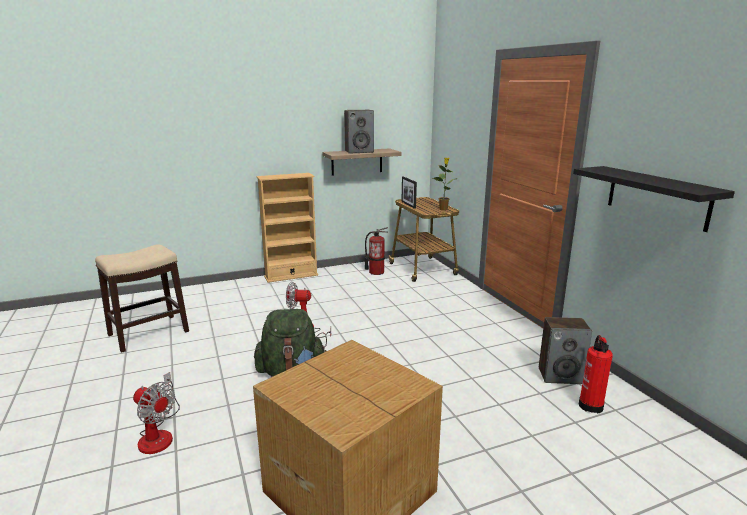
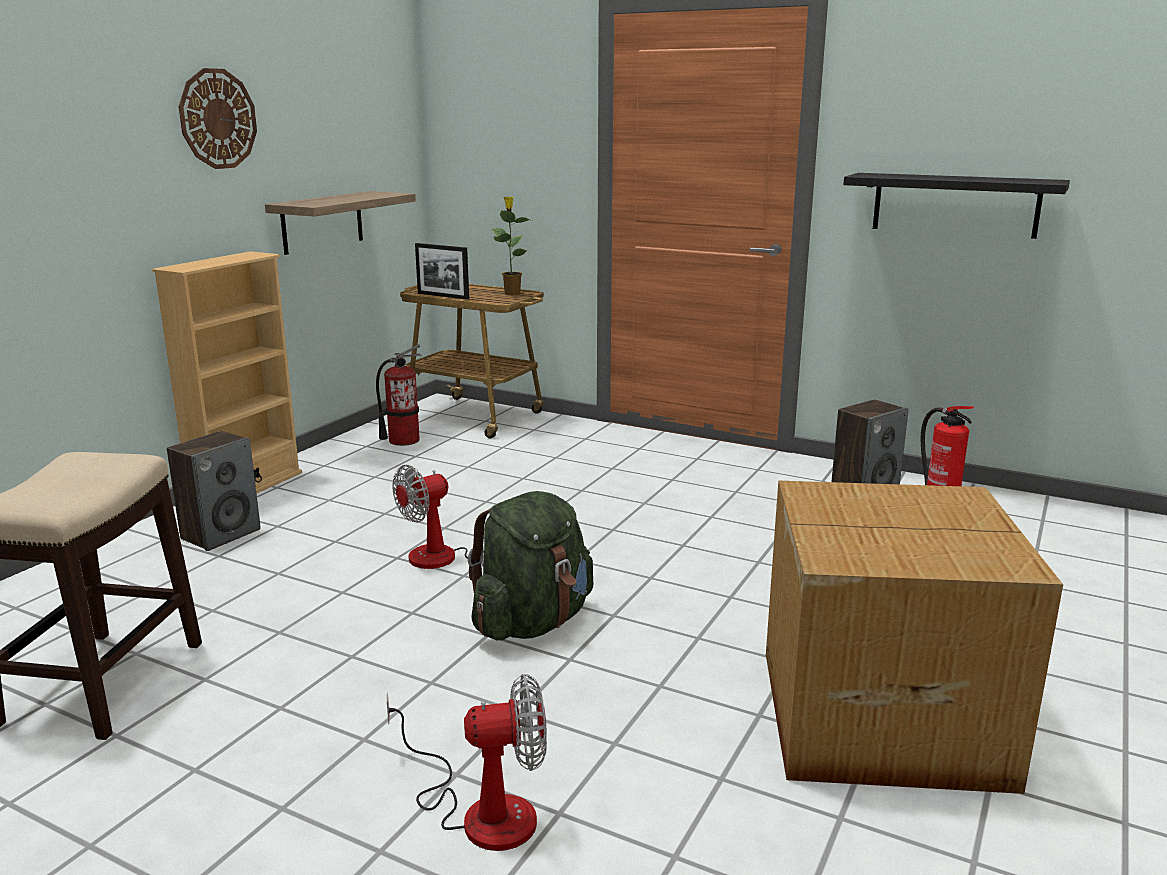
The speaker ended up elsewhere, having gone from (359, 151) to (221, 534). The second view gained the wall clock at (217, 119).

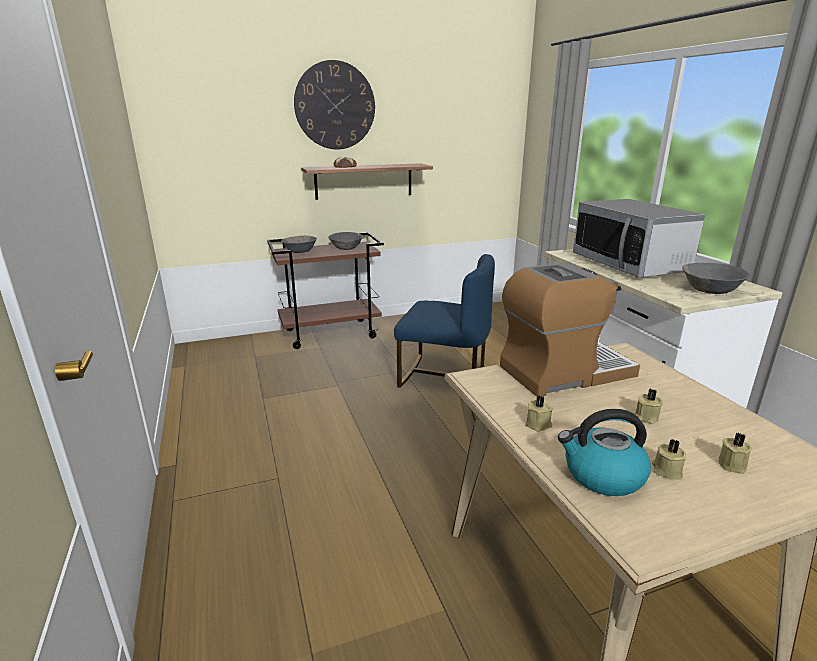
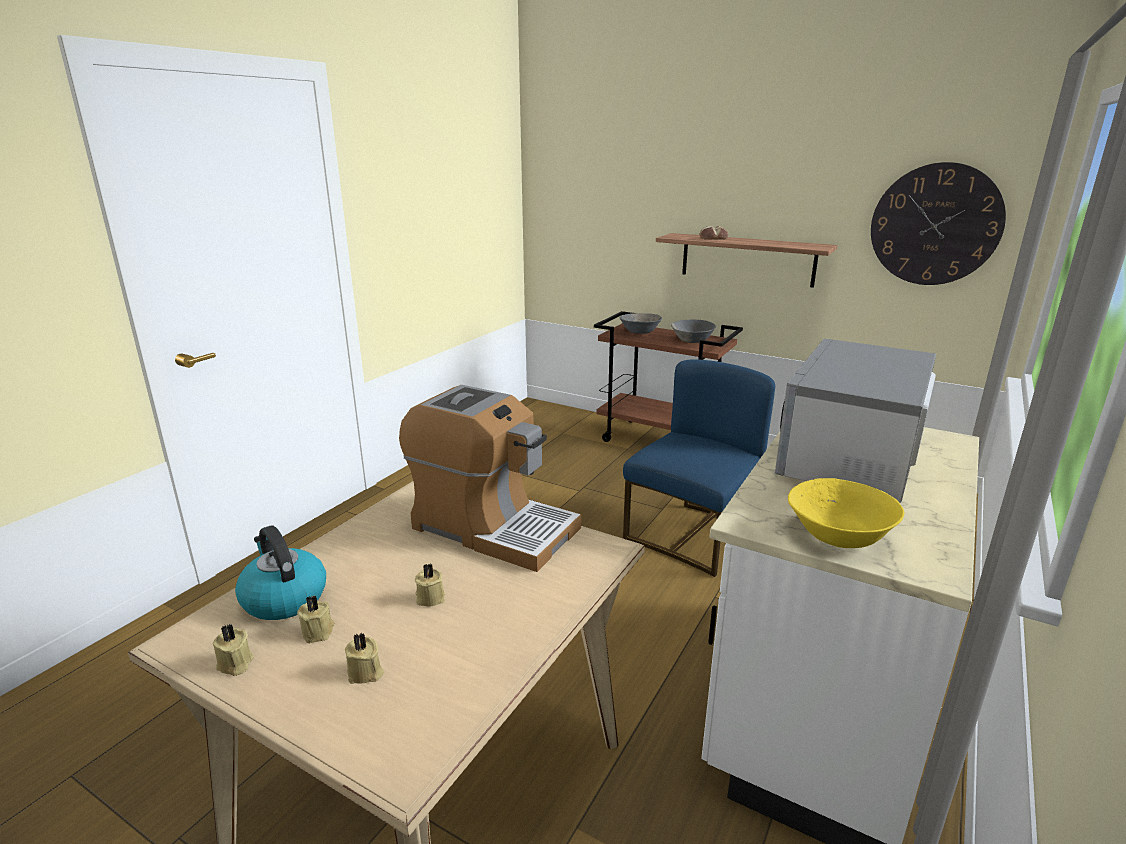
The wall clock ended up elsewhere, having gone from (335, 106) to (935, 225). The blue chair at (443, 376) ended up facing another way, 120 degrees counterclockwise from before. What was the grey bowl at (710, 290) turned into the yellow bowl at (840, 535). The beige candle ended up elsewhere, having gone from (538, 425) to (235, 664).

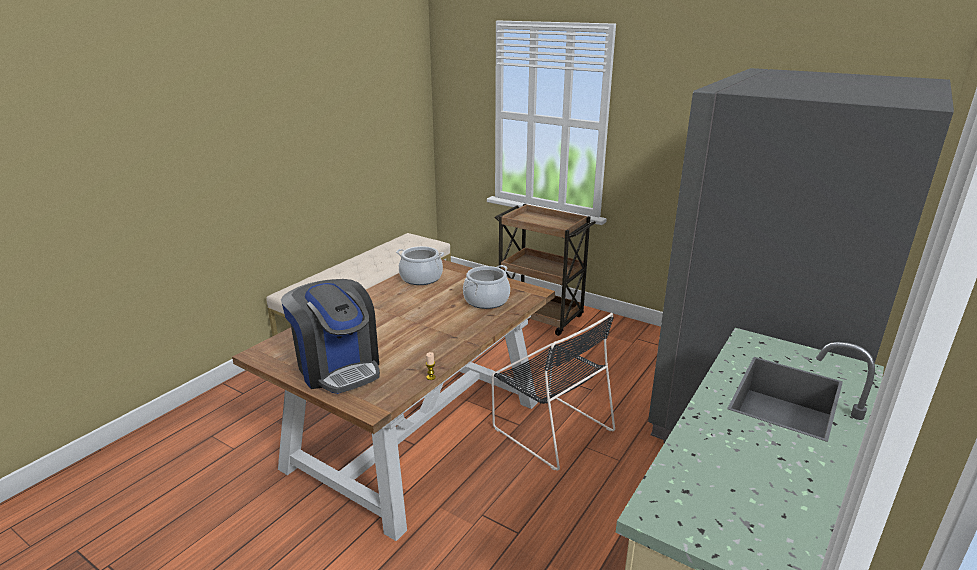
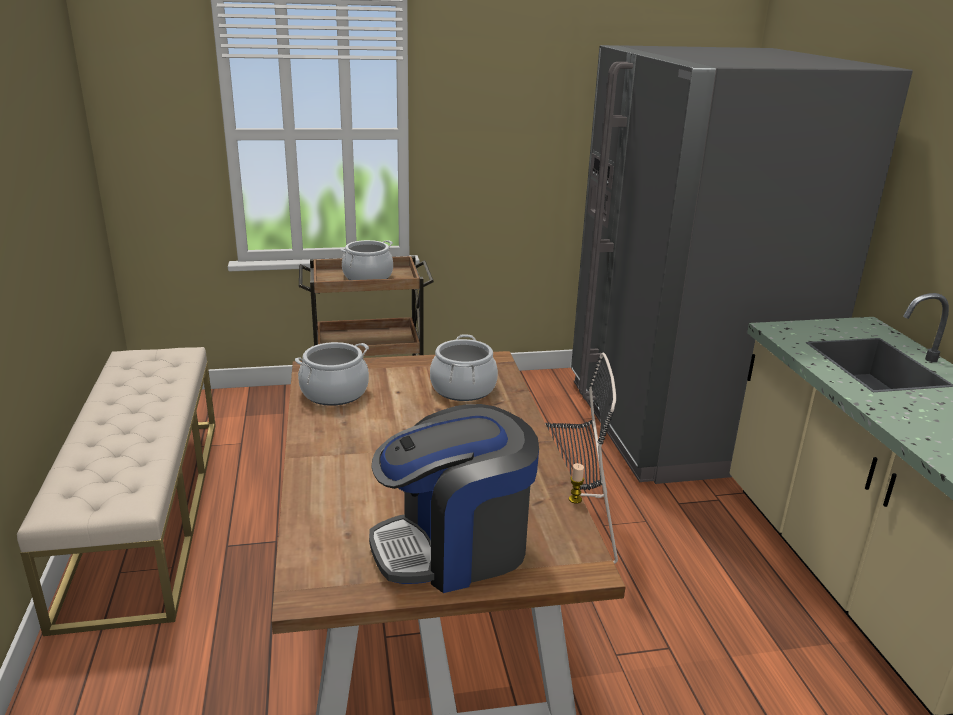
The coffee machine at (338, 367) ended up facing another way, 150 degrees clockwise from before. The second view gained the cooking pot at (367, 277).

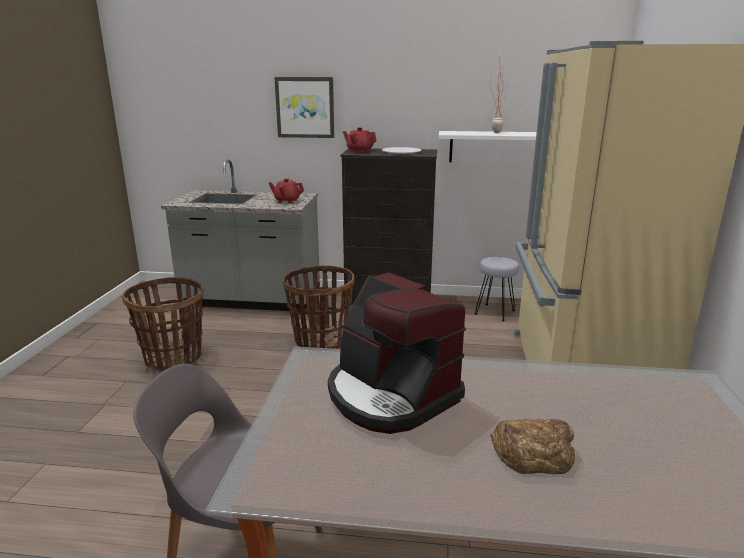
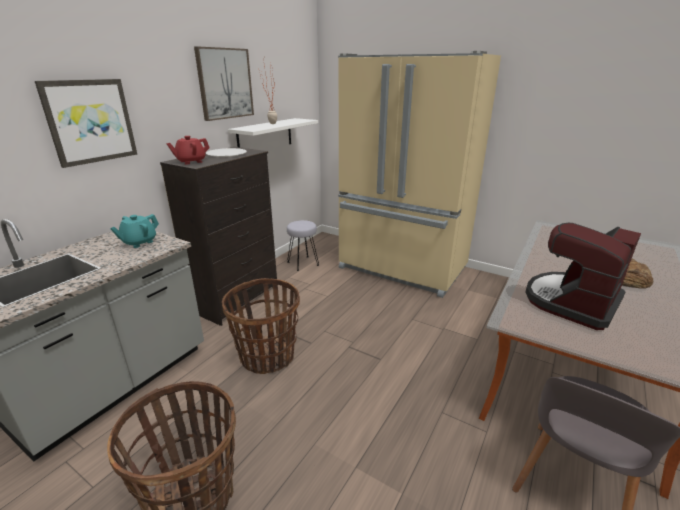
What was the red teapot at (287, 201) turned into the turquoise teapot at (139, 242). The coffee machine at (390, 395) ended up facing another way, 150 degrees clockwise from before. The second view gained the picture at (225, 83).

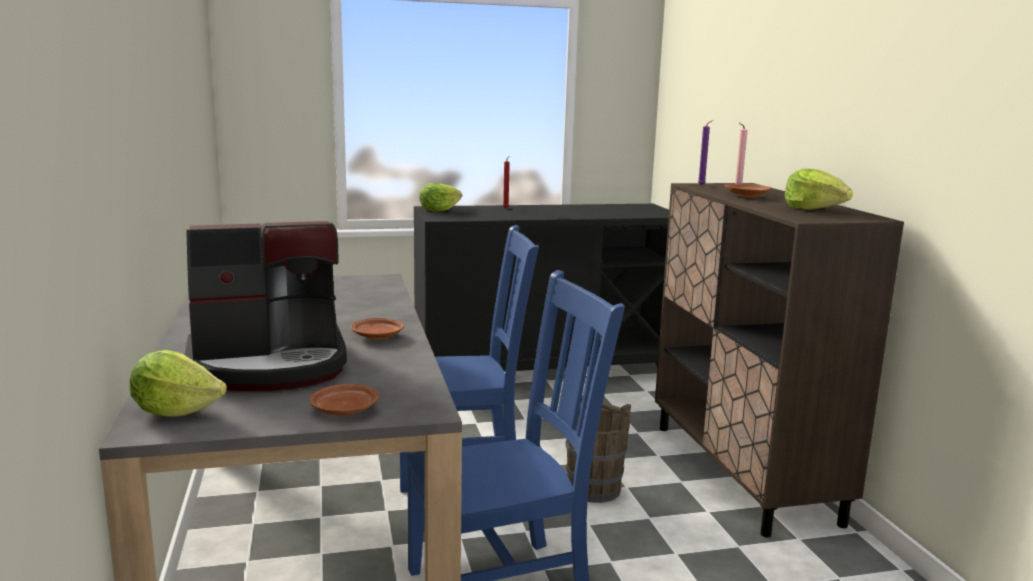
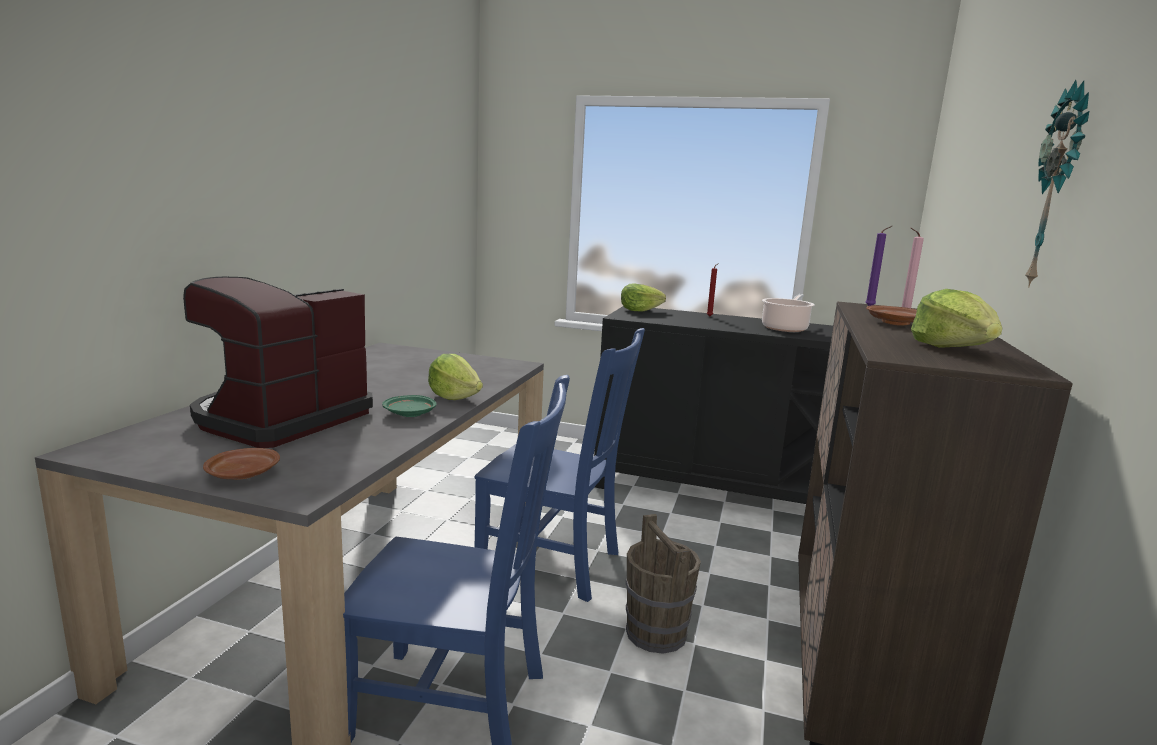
The coffee machine at (270, 365) ended up facing another way, 105 degrees clockwise from before. What was the brown plate at (377, 337) turned into the green plate at (409, 414). The lettuce ended up elsewhere, having gone from (176, 411) to (454, 397). The second view gained the wall clock at (1061, 188). The second view gained the cooking pot at (785, 328).

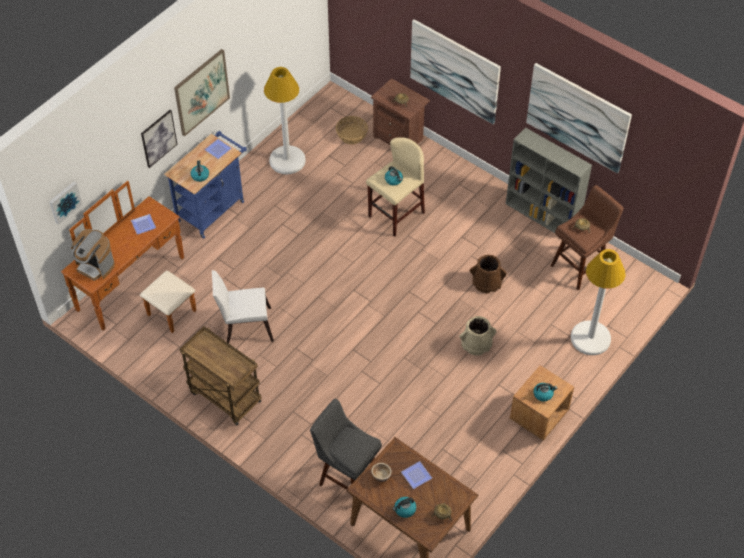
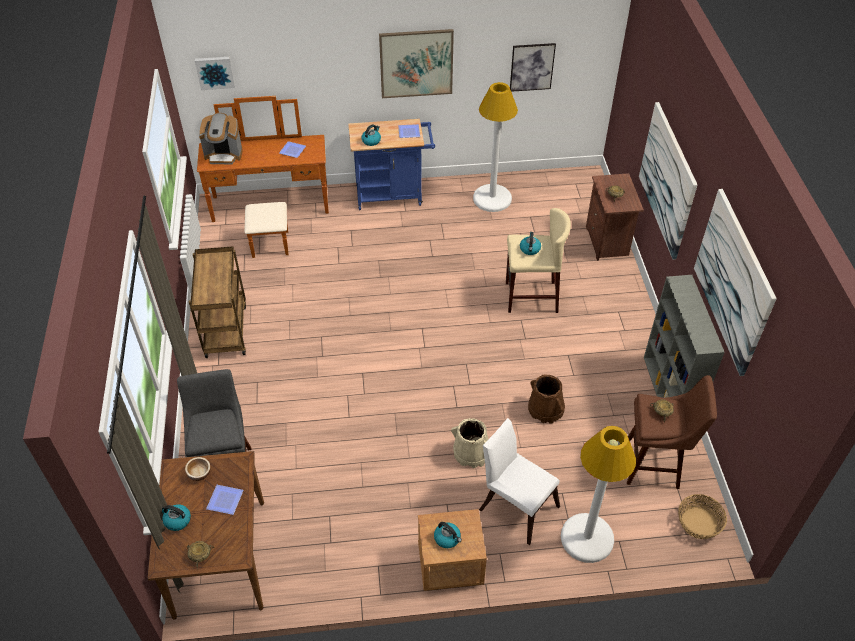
The picture ended up elsewhere, having gone from (158, 138) to (532, 67). The basket ended up elsewhere, having gone from (352, 135) to (699, 523). The coffee machine at (95, 266) ended up facing another way, 75 degrees counterclockwise from before. The white chair ended up elsewhere, having gone from (244, 326) to (515, 504).

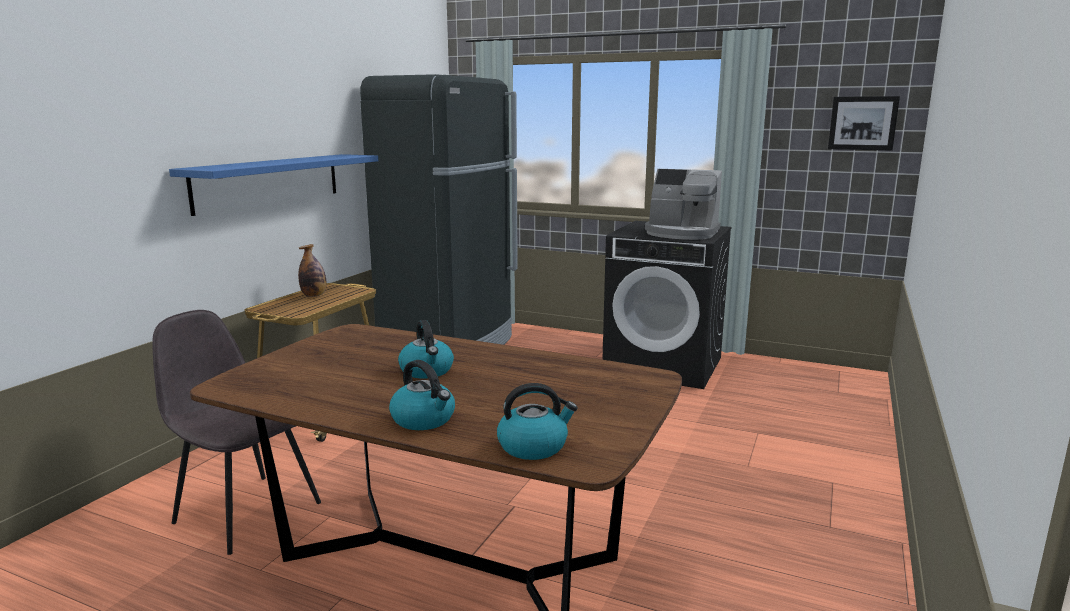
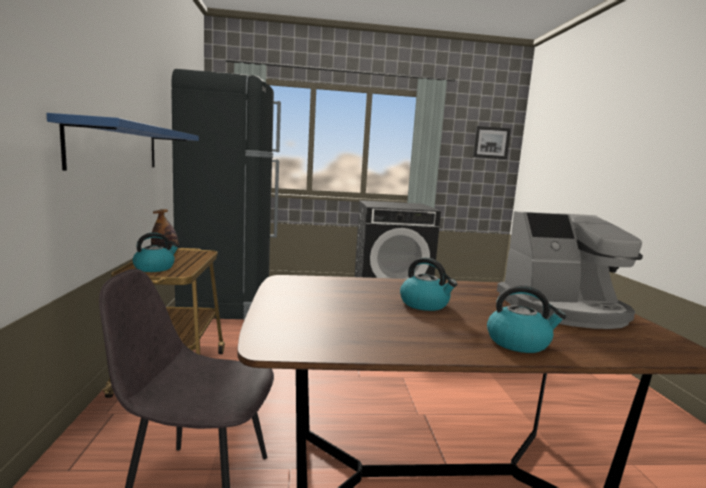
The coffee machine ended up elsewhere, having gone from (681, 233) to (563, 309). The kettle ended up elsewhere, having gone from (533, 446) to (155, 268).

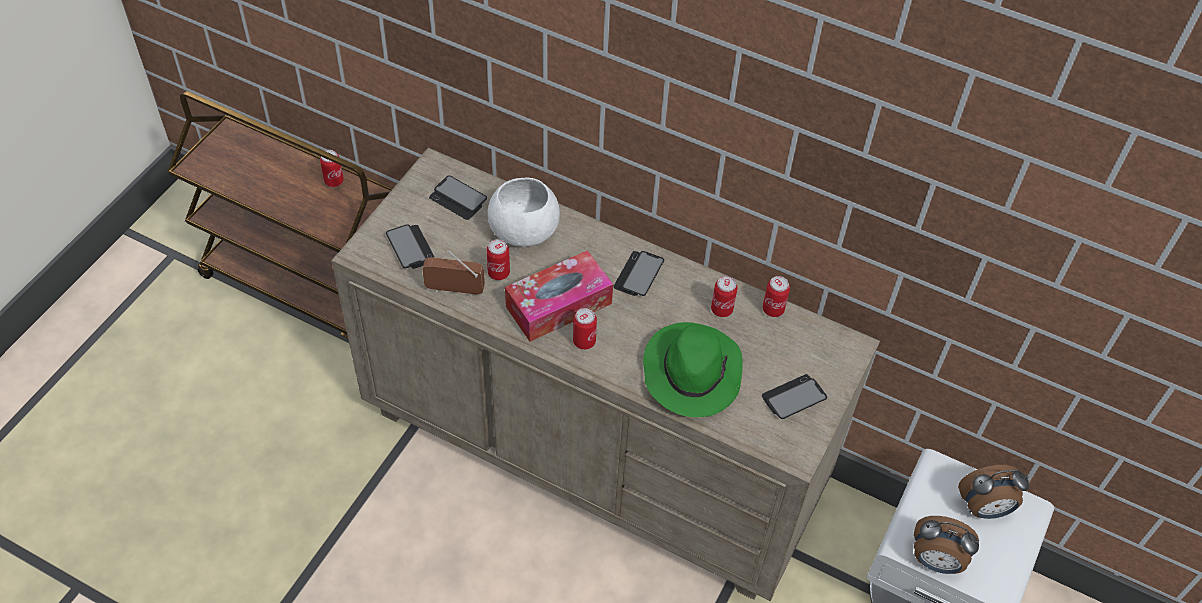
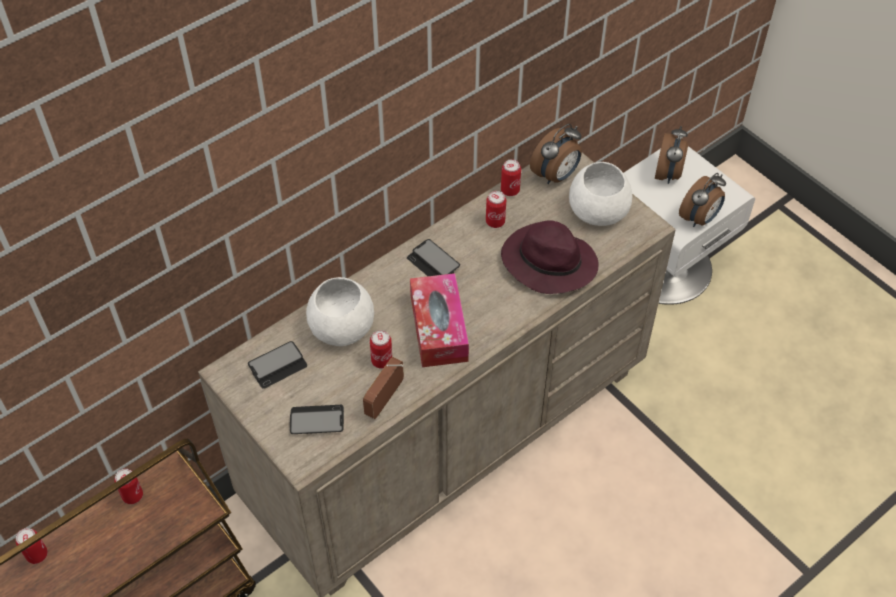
The can ended up elsewhere, having gone from (584, 341) to (37, 554). What was the green hat at (691, 372) turned into the purple hat at (547, 262). Where the phone stood at (793, 398), the white bowl came to stand at (598, 209). The second view gained the alarm clock at (556, 176).

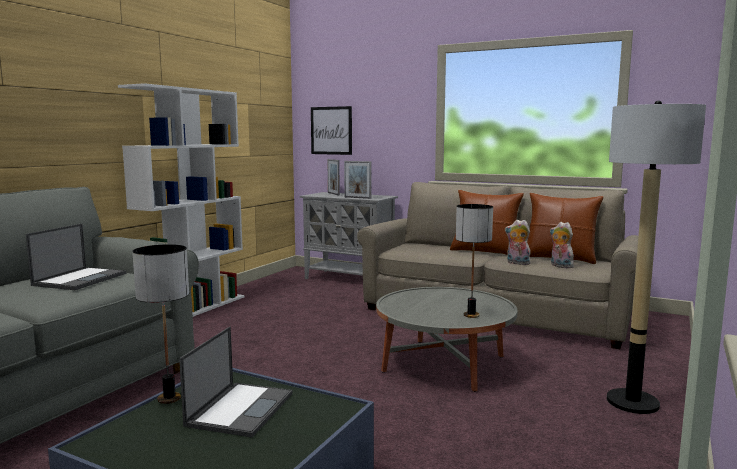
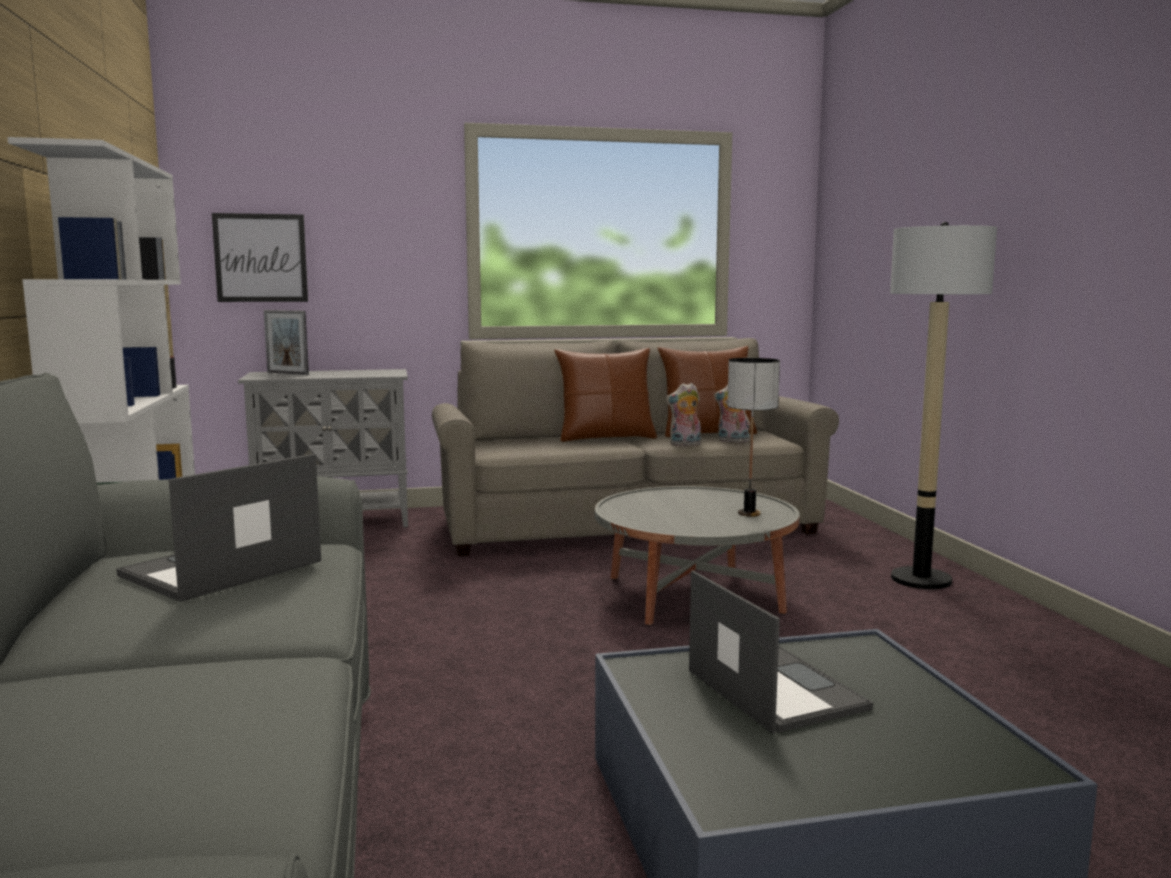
The second view lost the picture frame at (357, 197). The laptop at (80, 279) ended up facing another way, 120 degrees counterclockwise from before. The second view lost the table lamp at (169, 399).

